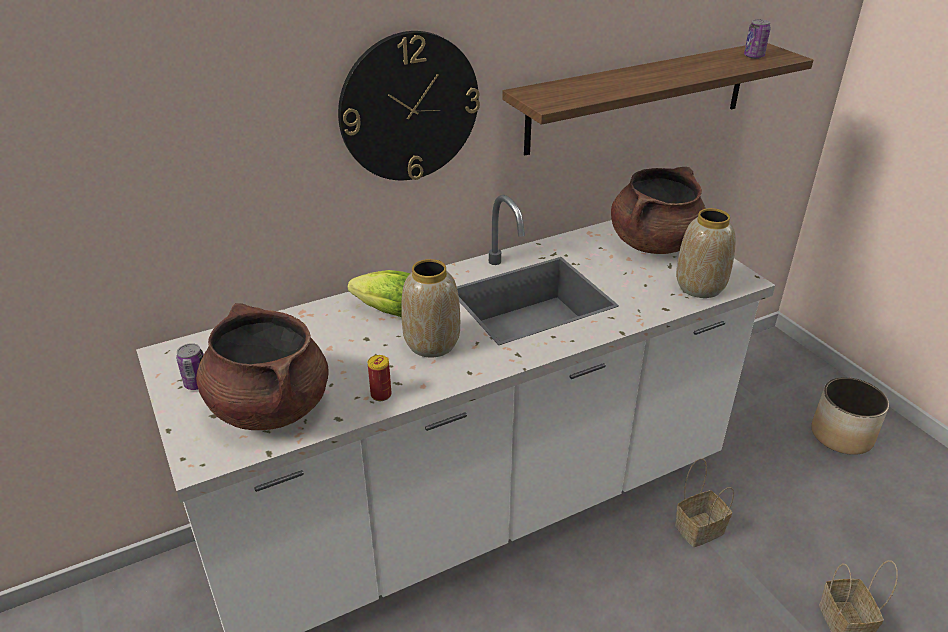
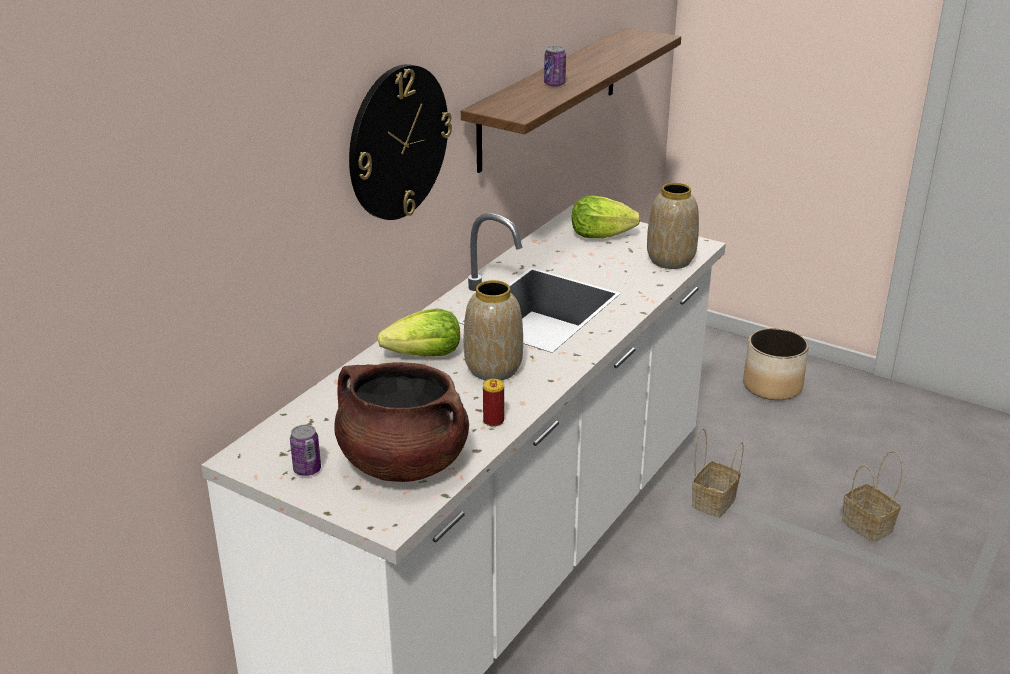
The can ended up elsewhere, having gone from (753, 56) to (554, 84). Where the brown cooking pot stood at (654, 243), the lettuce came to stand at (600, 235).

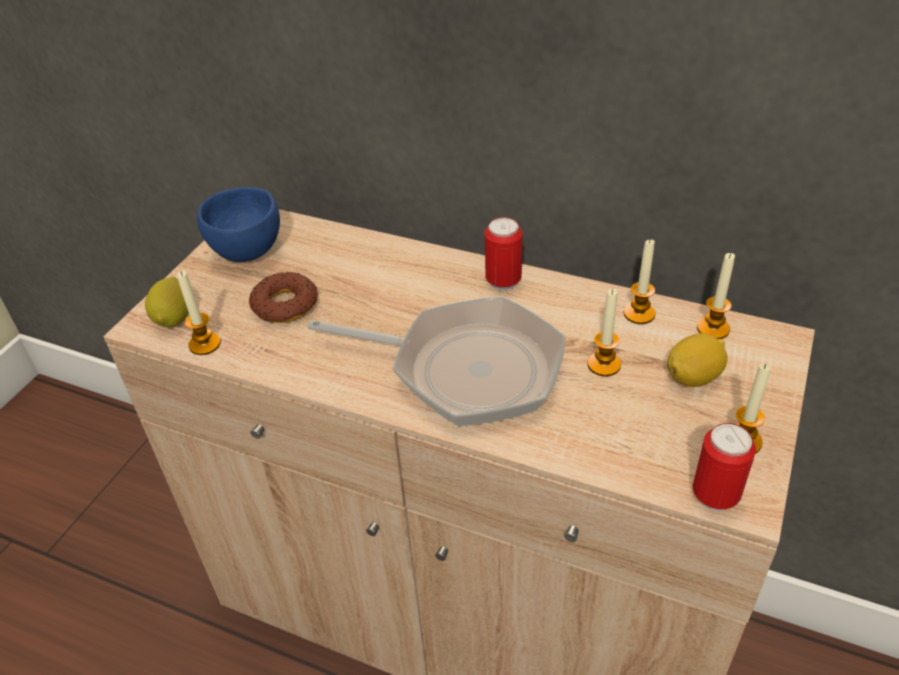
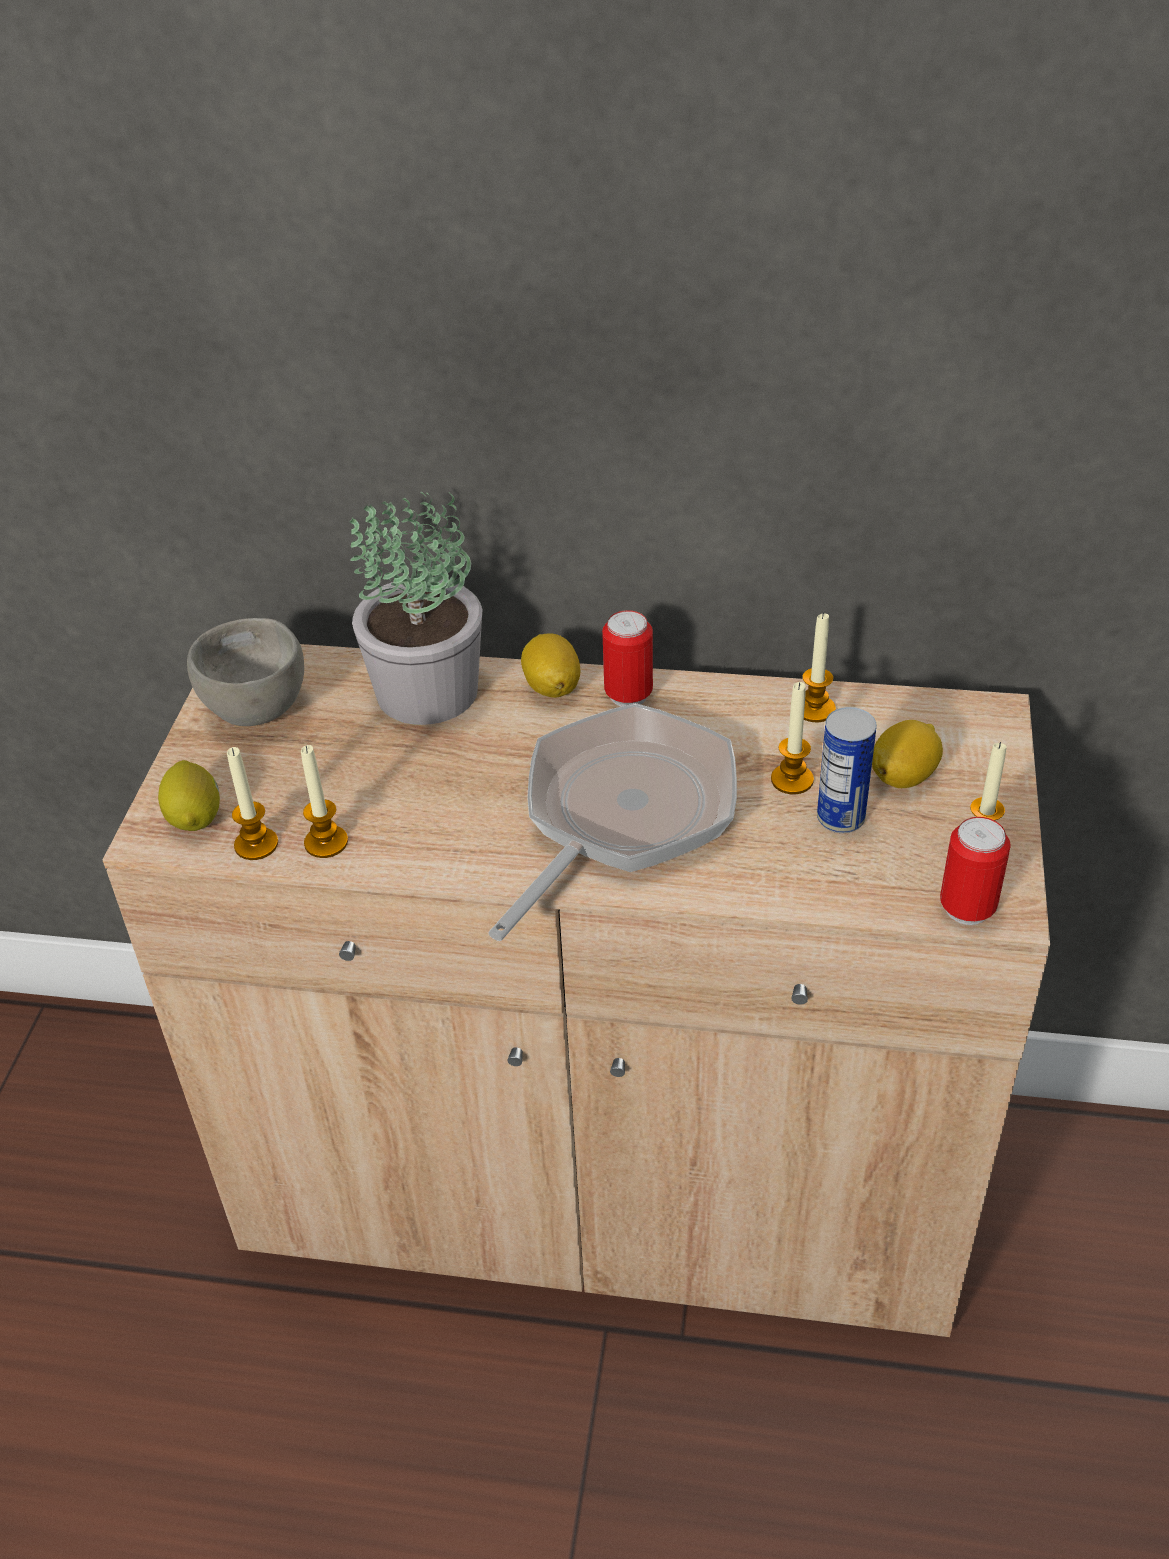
What was the blue bowl at (249, 249) turned into the grey bowl at (258, 706). The candle ended up elsewhere, having gone from (713, 329) to (326, 842). The second view lost the donut at (284, 305). The frying pan at (465, 368) ended up facing another way, 60 degrees counterclockwise from before. The second view gained the potted plant at (429, 692). The second view gained the lemon at (552, 687). The second view gained the can at (840, 818).

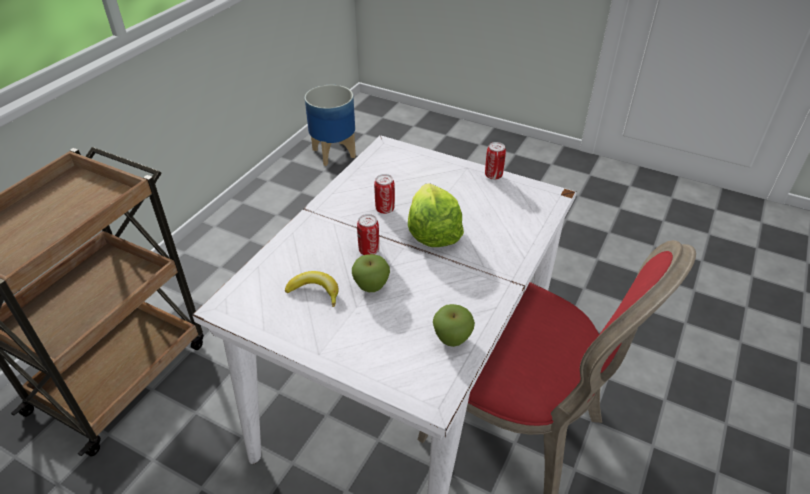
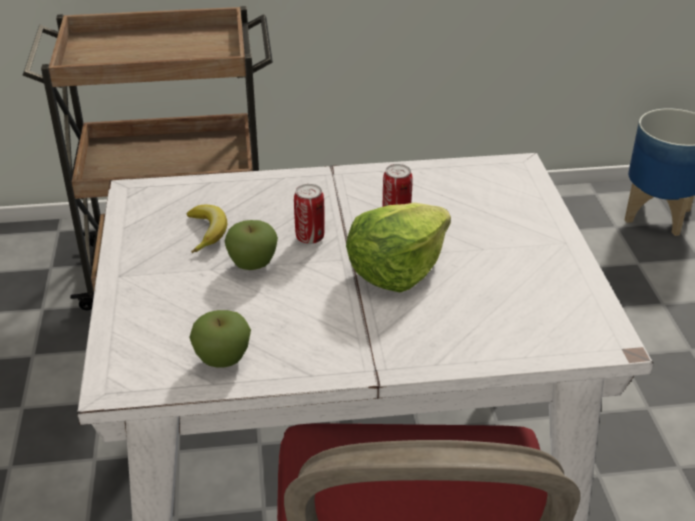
The second view lost the can at (493, 175).

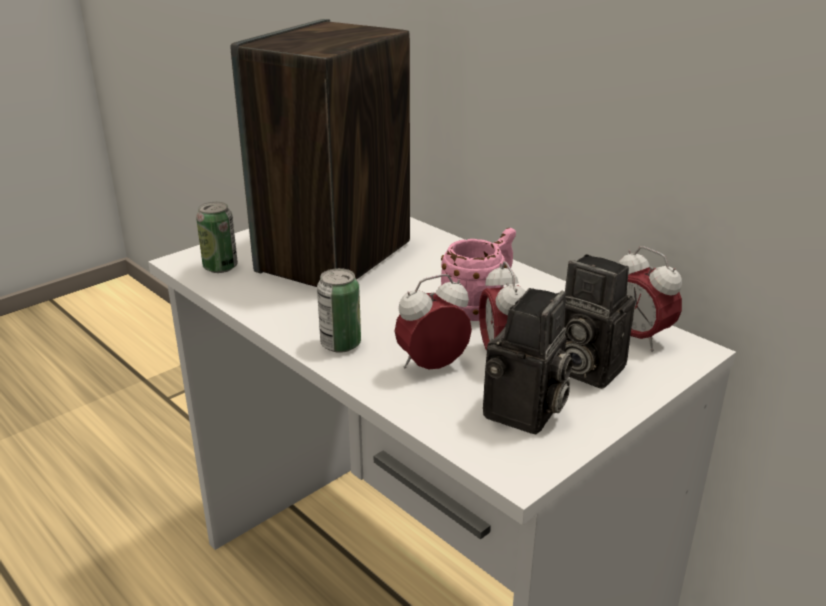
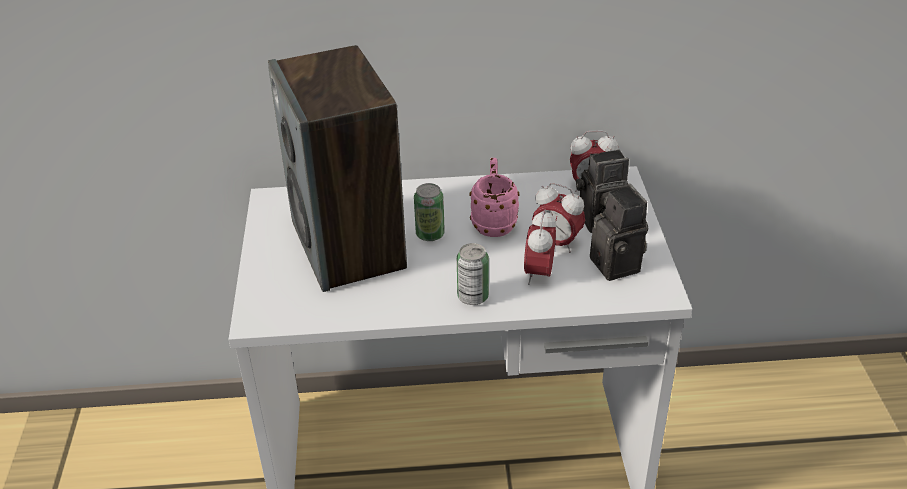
The can ended up elsewhere, having gone from (220, 267) to (430, 234).

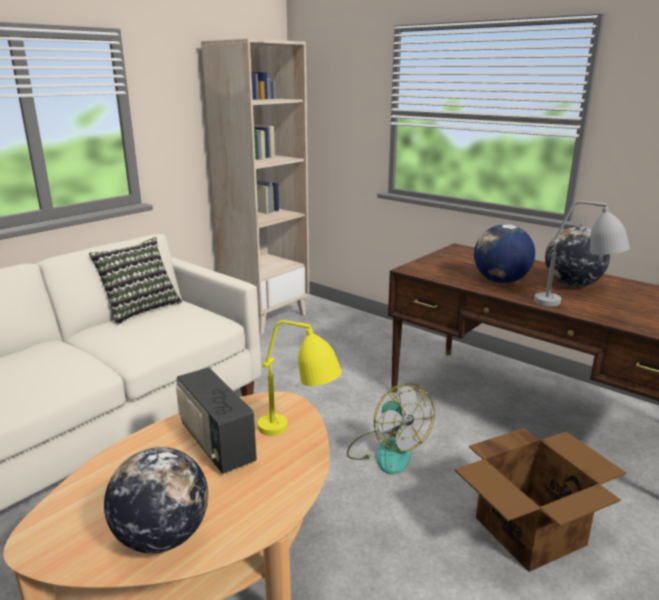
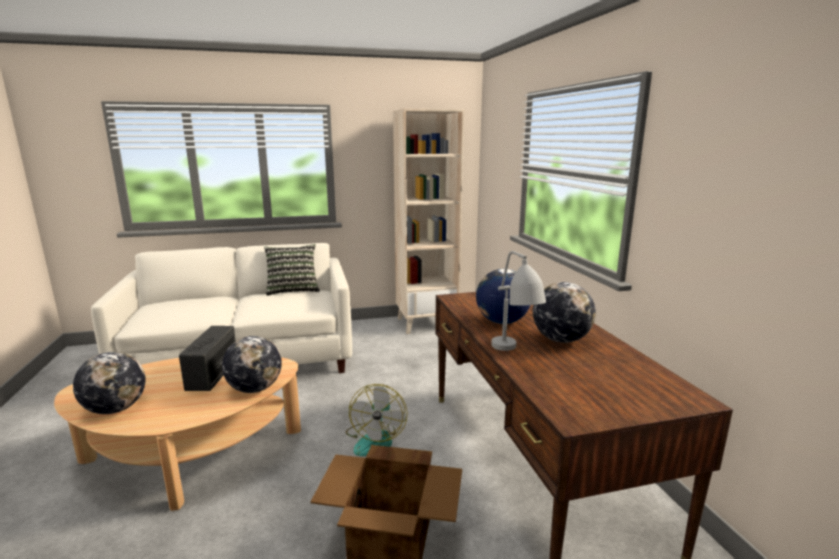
Where the yellow table lamp stood at (300, 437), the globe came to stand at (255, 389).

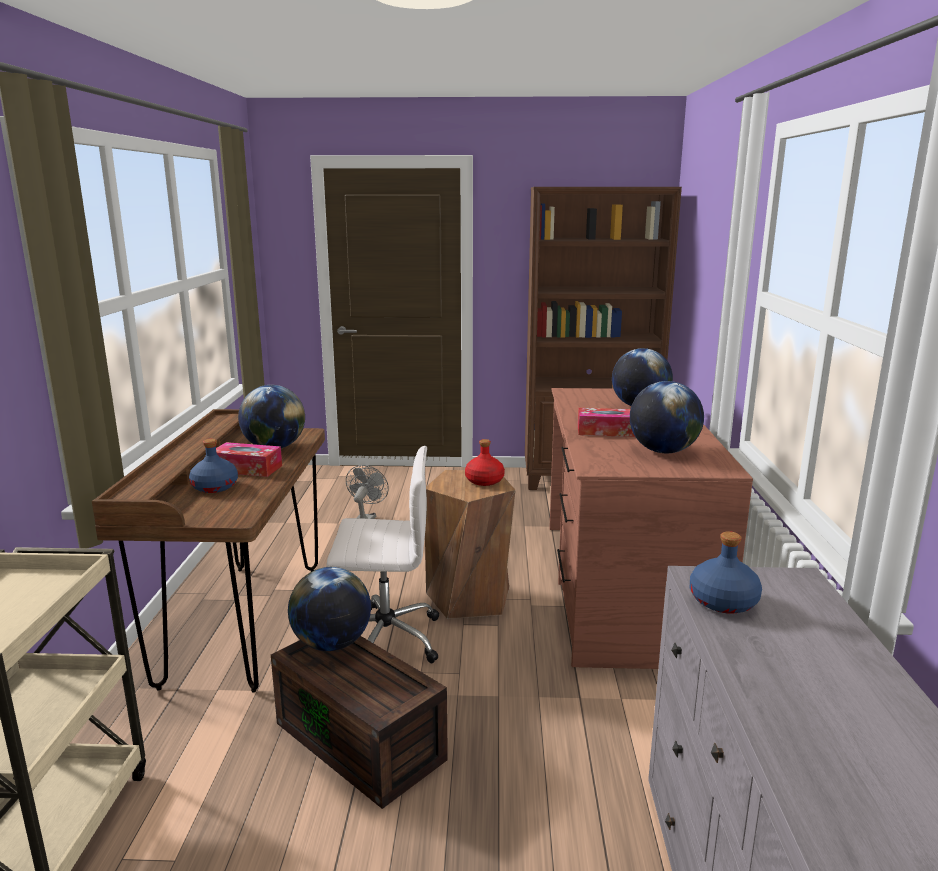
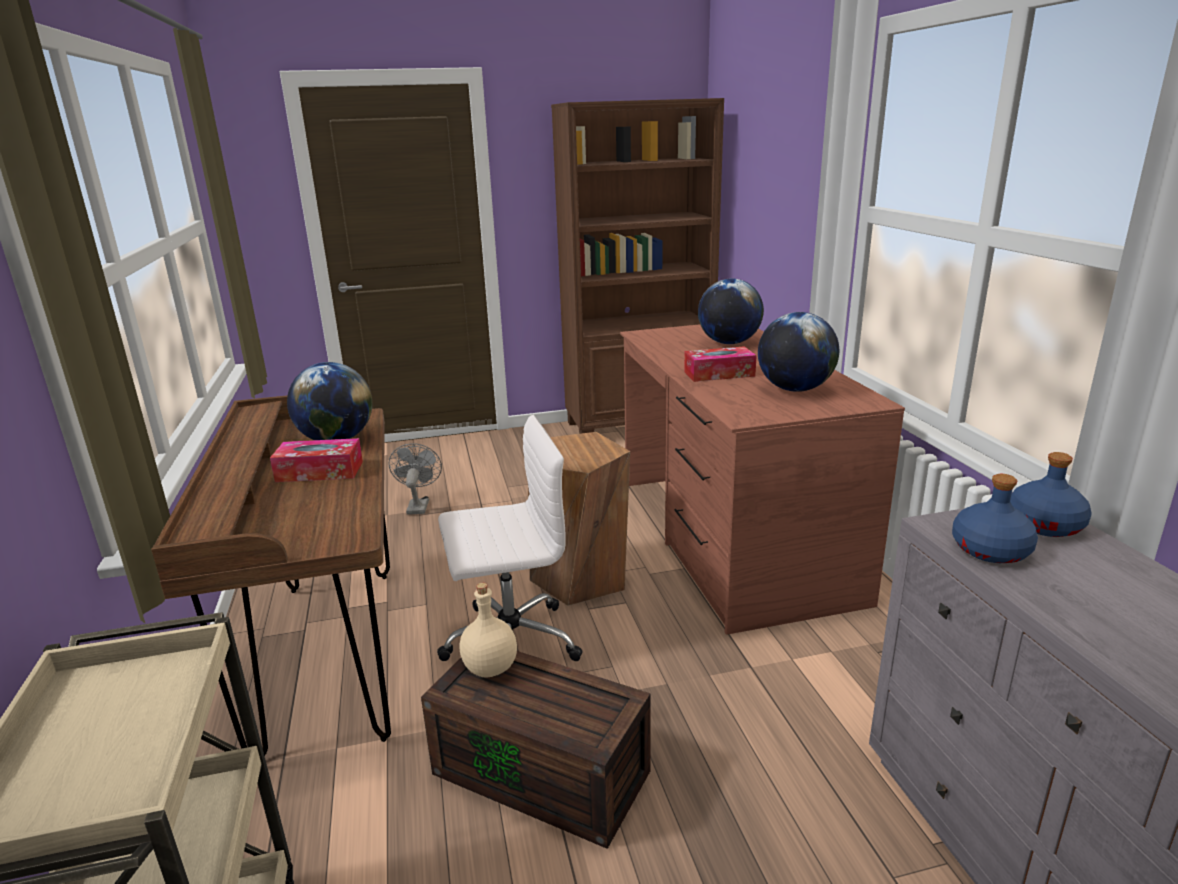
The blue bottle ended up elsewhere, having gone from (215, 487) to (1045, 525). The second view lost the red bottle at (484, 481). Where the globe stood at (331, 644), the beige bottle came to stand at (489, 668).

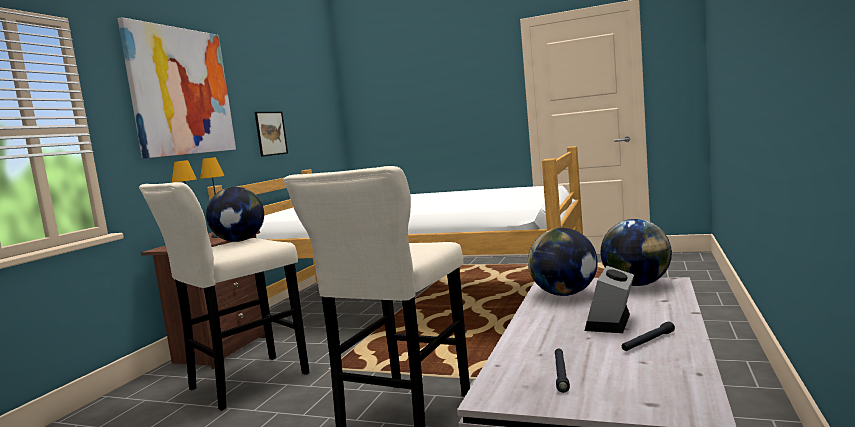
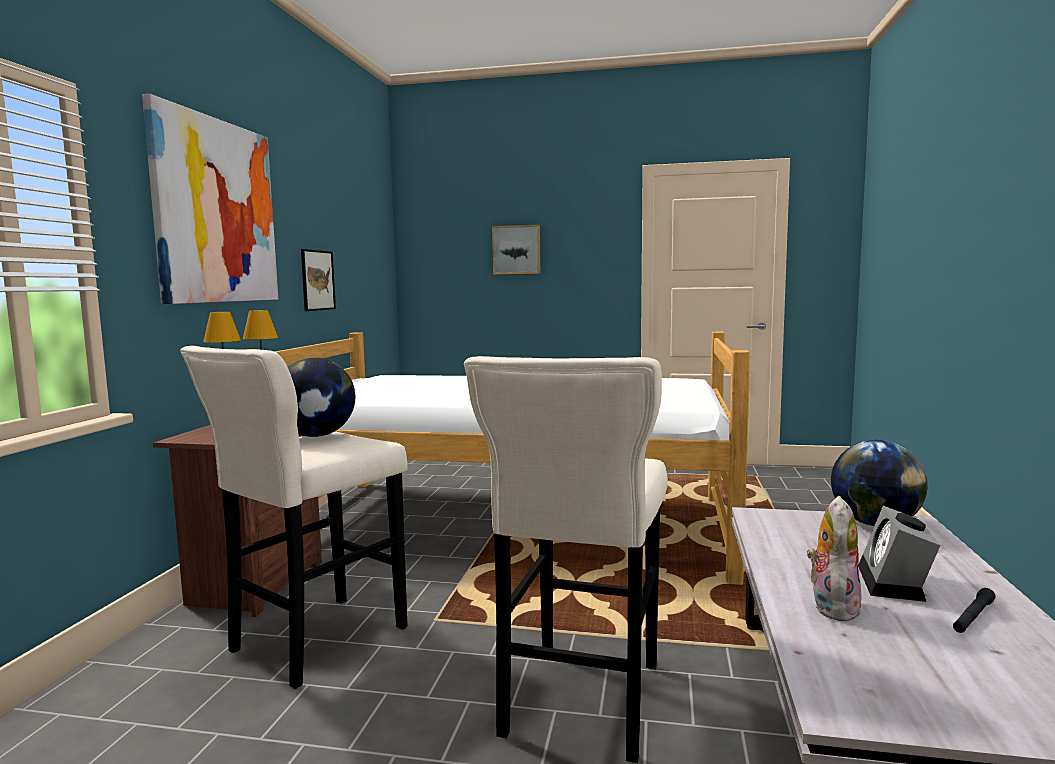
The second view lost the globe at (564, 294). The second view lost the black flashlight at (561, 374). The second view gained the picture at (516, 250). The second view gained the plush toy at (831, 606).

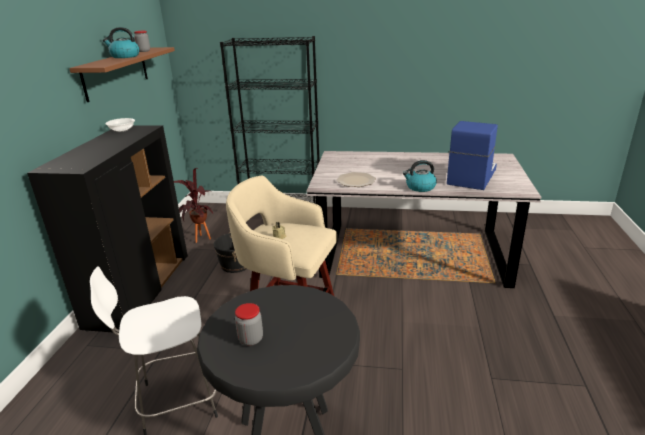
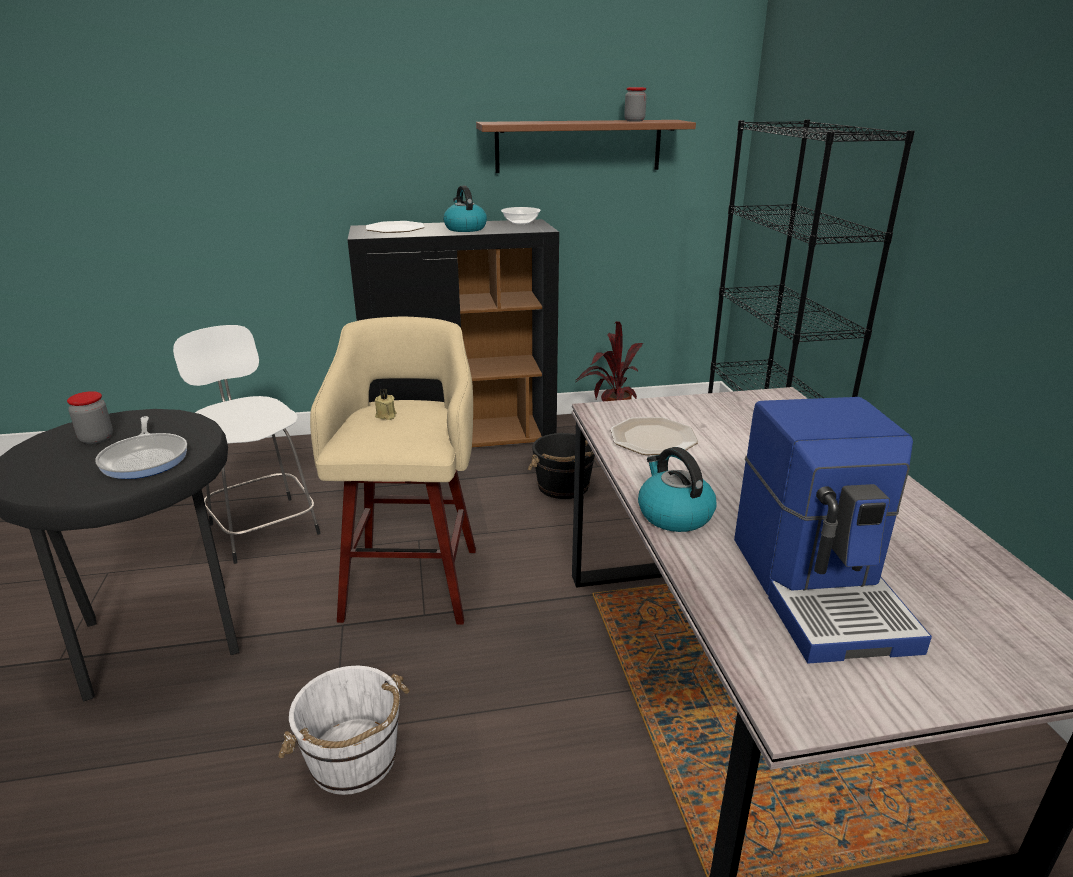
The kettle ended up elsewhere, having gone from (124, 56) to (465, 228). The coffee machine at (470, 177) ended up facing another way, 75 degrees clockwise from before. The second view gained the plate at (395, 229). The second view gained the frying pan at (146, 458). The second view gained the white bucket at (354, 760).

